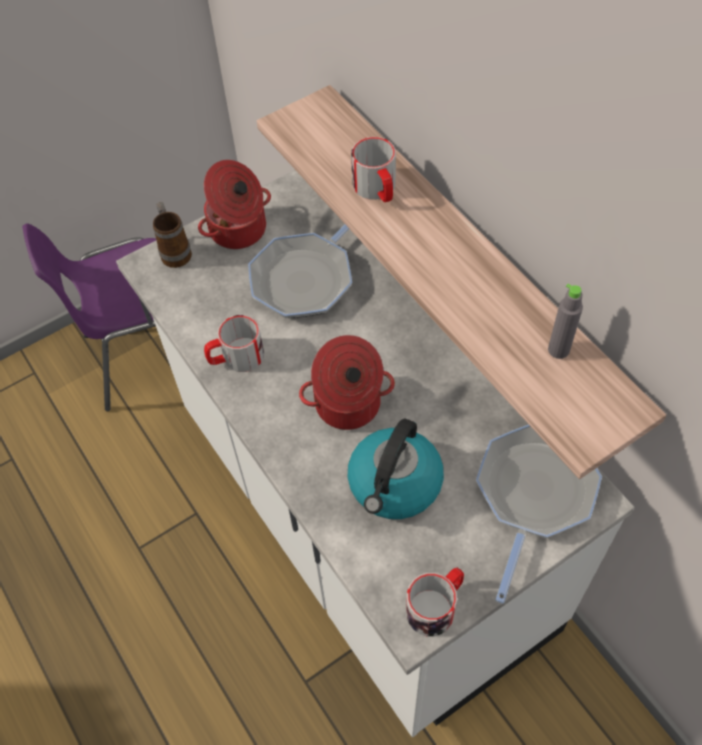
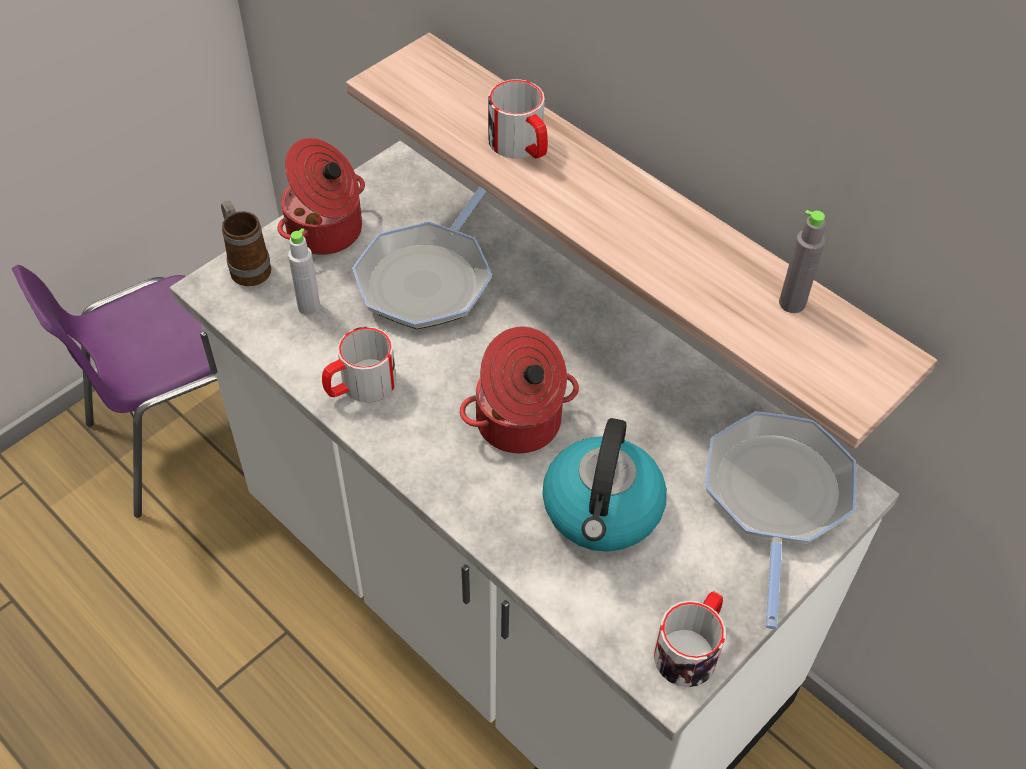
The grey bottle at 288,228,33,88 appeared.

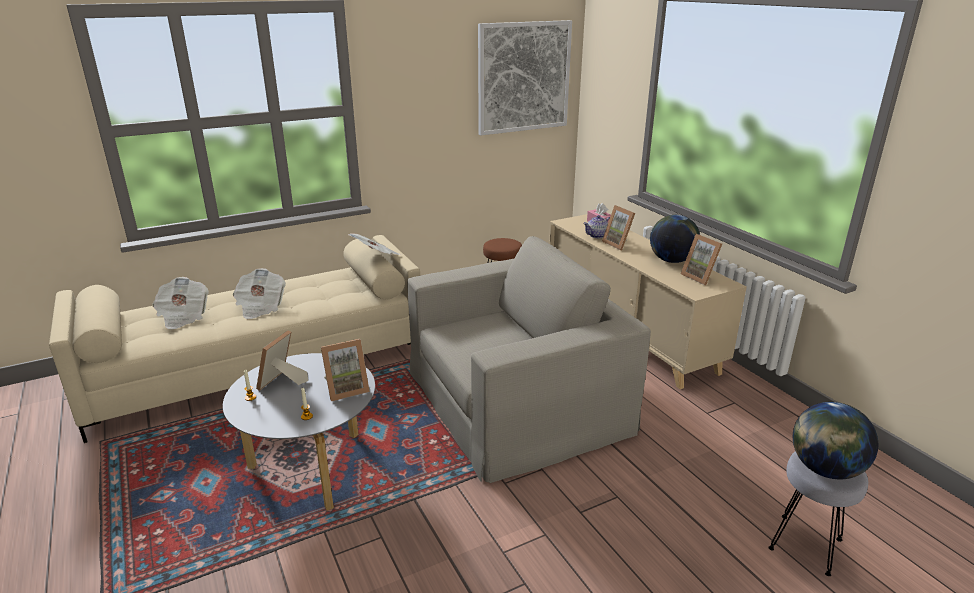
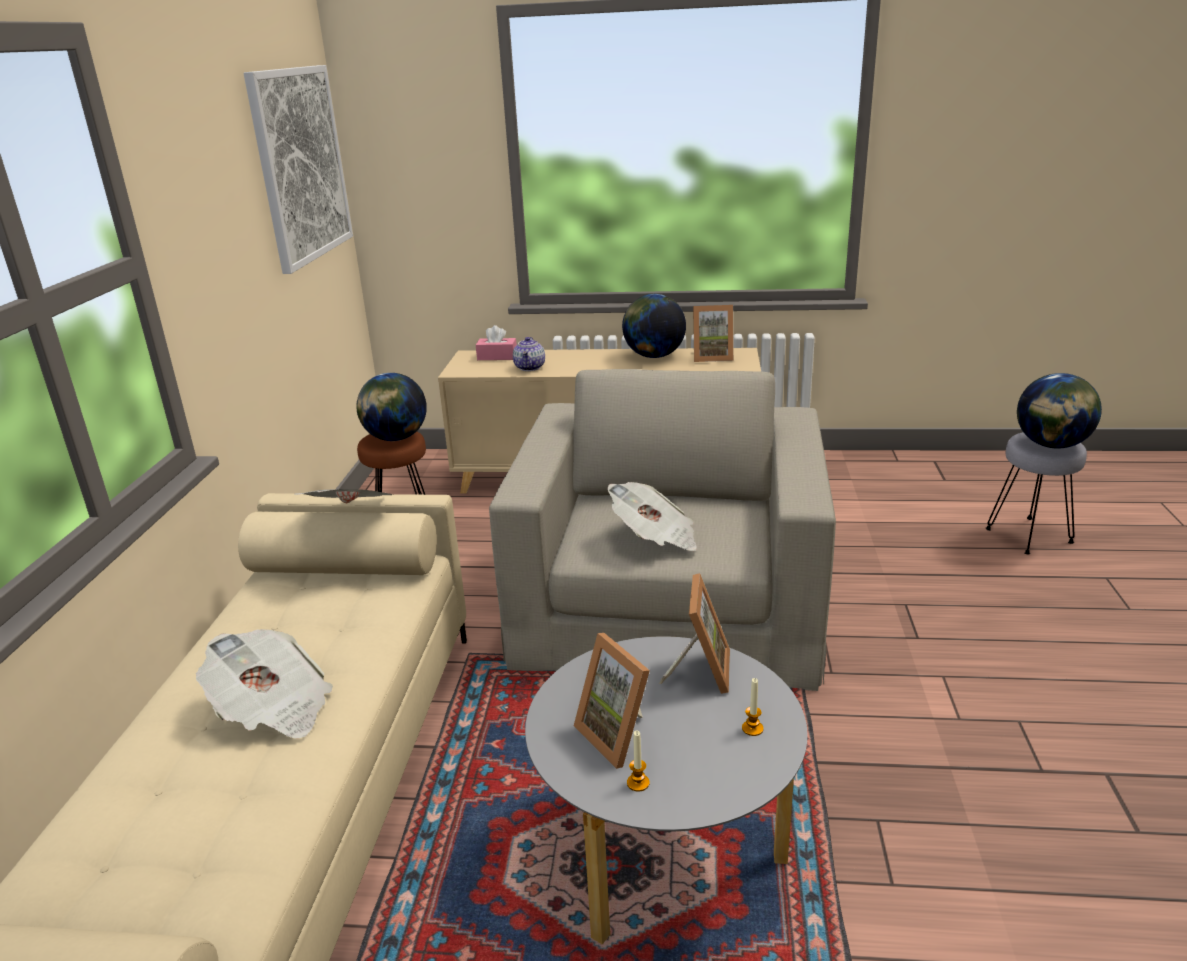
The picture frame at 602,205,33,45 disappeared.
The globe at 356,373,71,68 appeared.
The newspaper moved from 153,277,56,53 to 607,482,90,69.

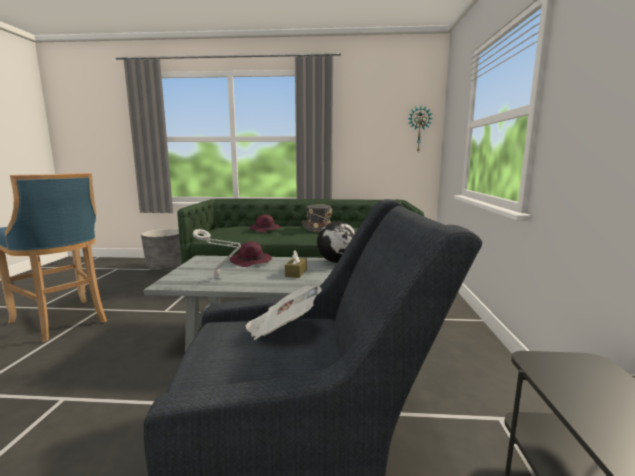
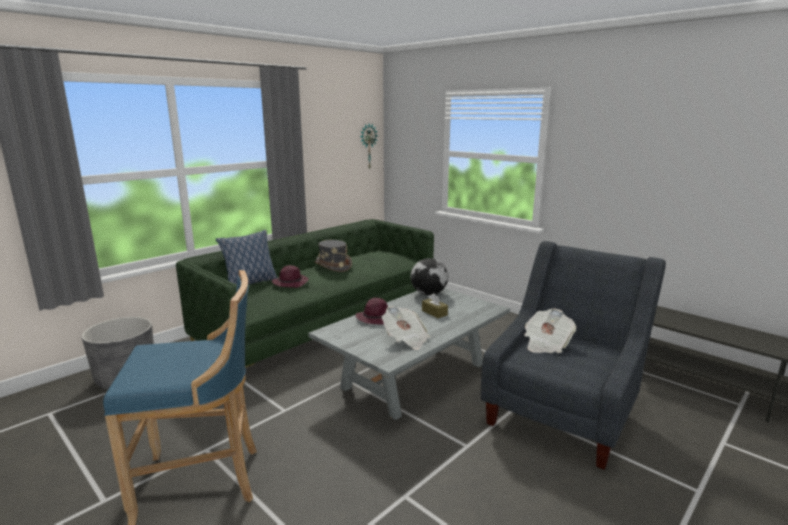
The pillow at 216,230,62,55 appeared.
The grey table lamp at 193,229,48,50 was replaced by the newspaper at 382,306,48,44.

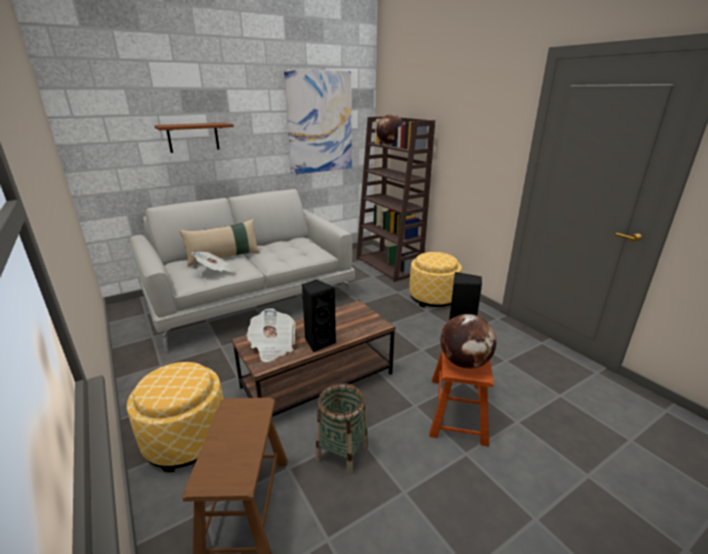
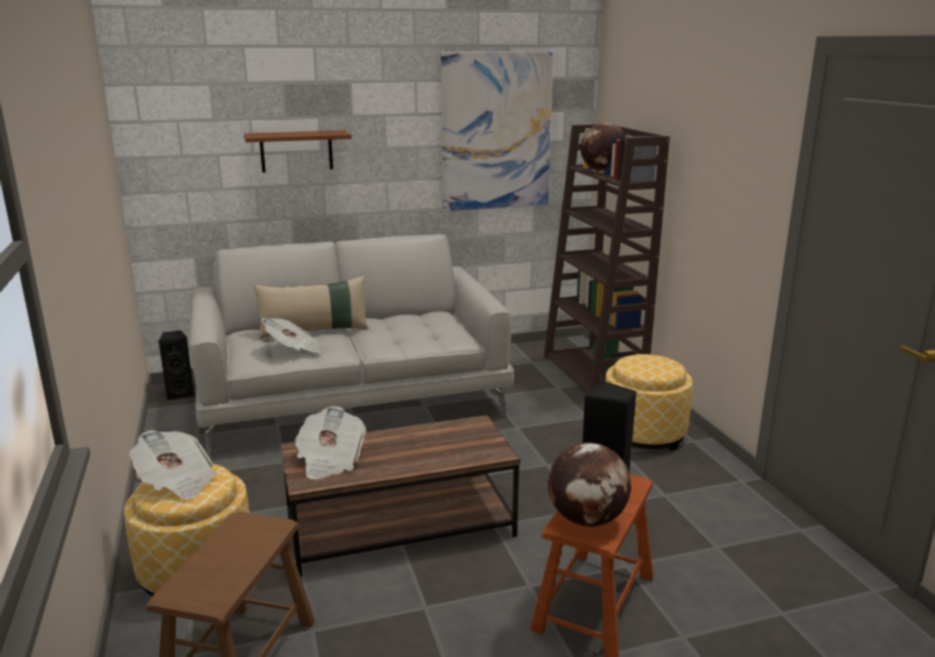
The basket at 316,383,52,92 disappeared.
The newspaper at 129,430,88,70 appeared.
The black speaker moved from 302,280,34,72 to 159,330,36,70.

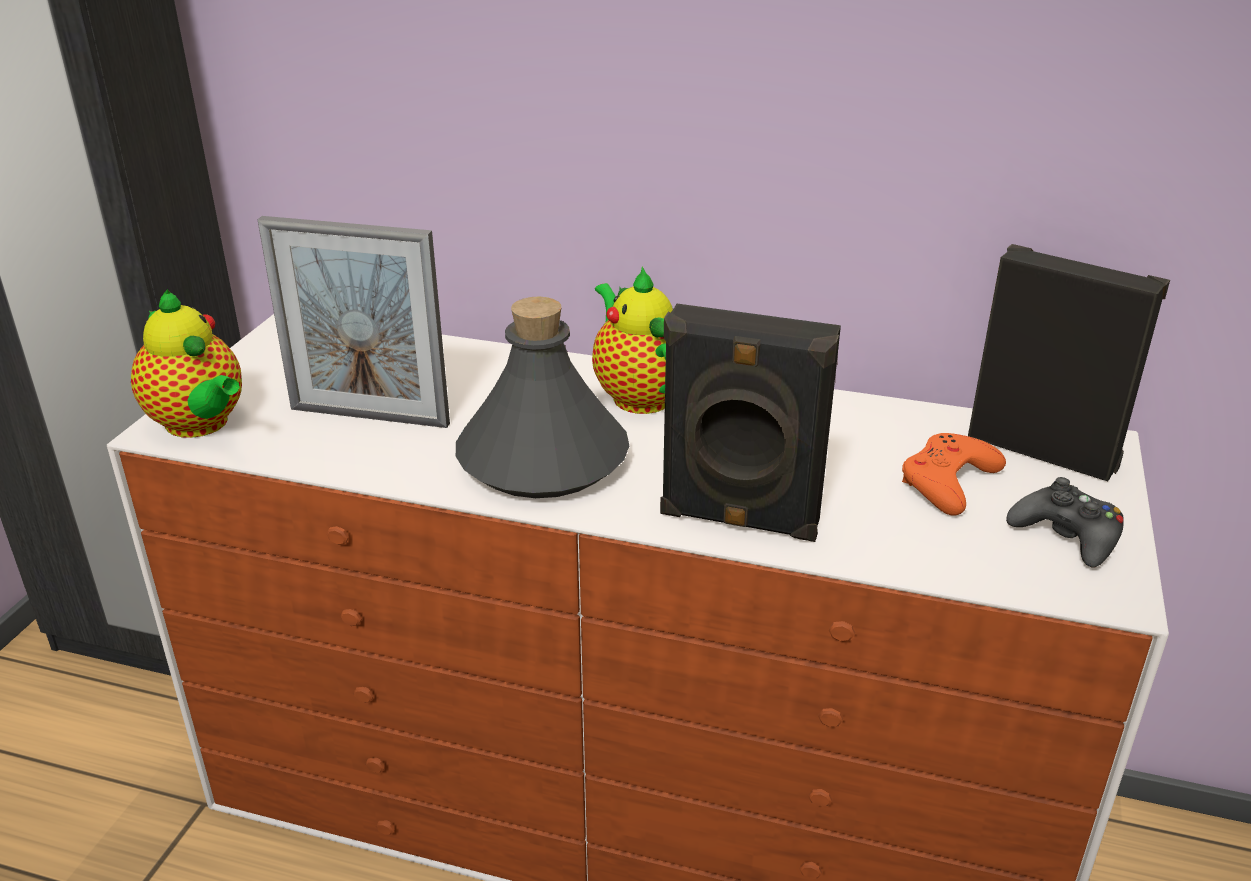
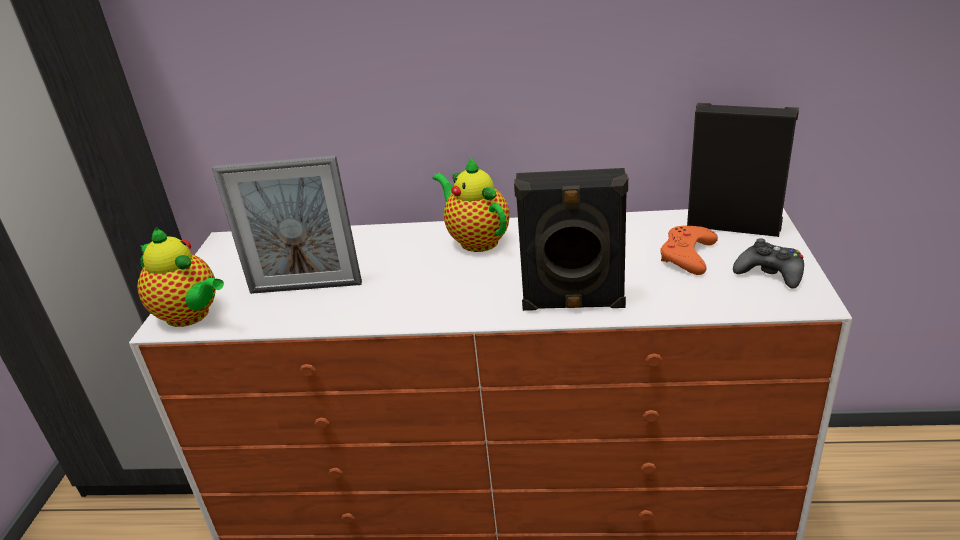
The grey bottle at 456,297,173,201 disappeared.

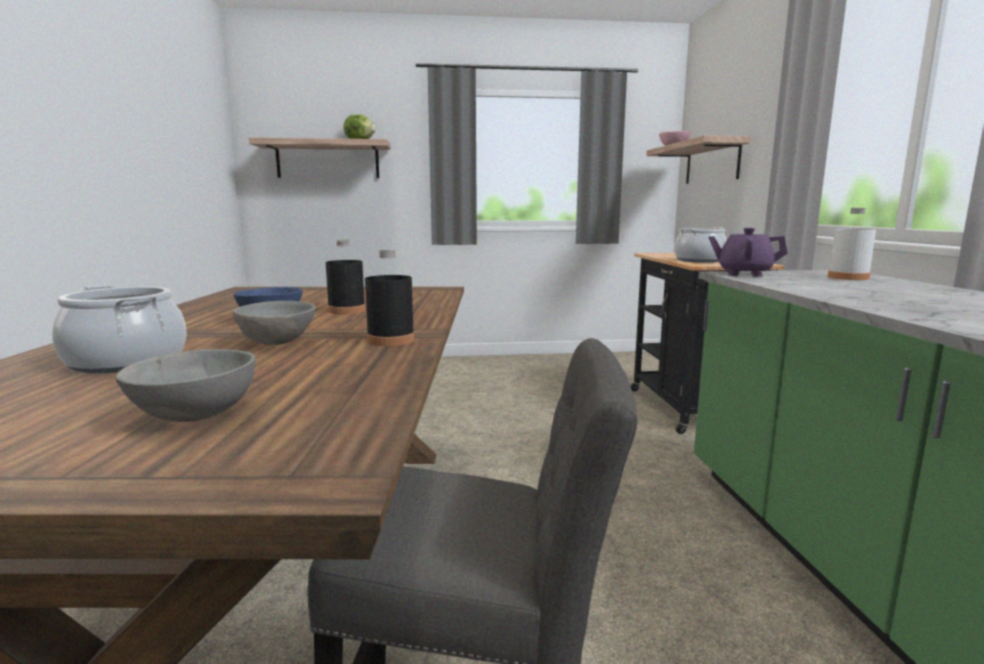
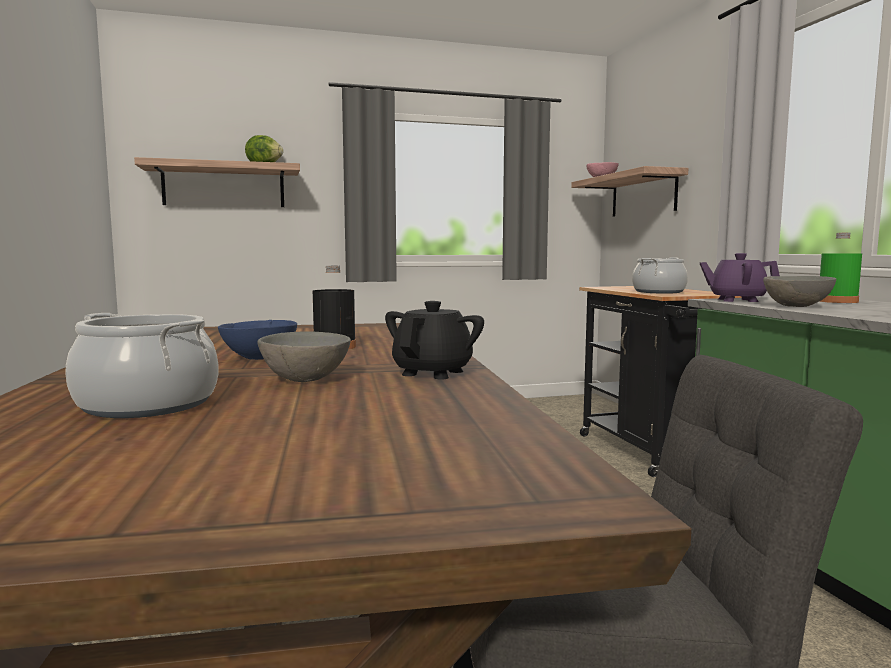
The grey bowl moved from 116,349,140,73 to 763,276,73,31.
The black bottle at 365,249,50,97 was replaced by the black teapot at 385,301,99,78.
The white bottle at 828,208,48,72 became the green bottle at 819,233,43,70.

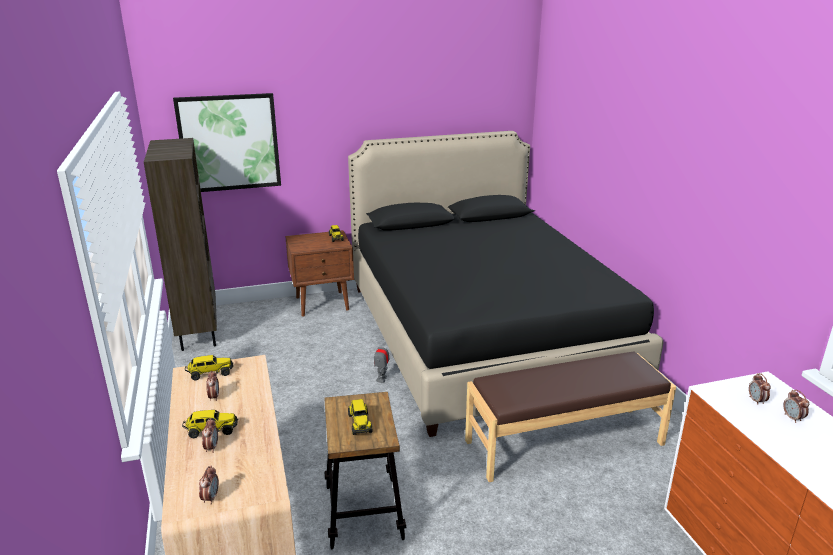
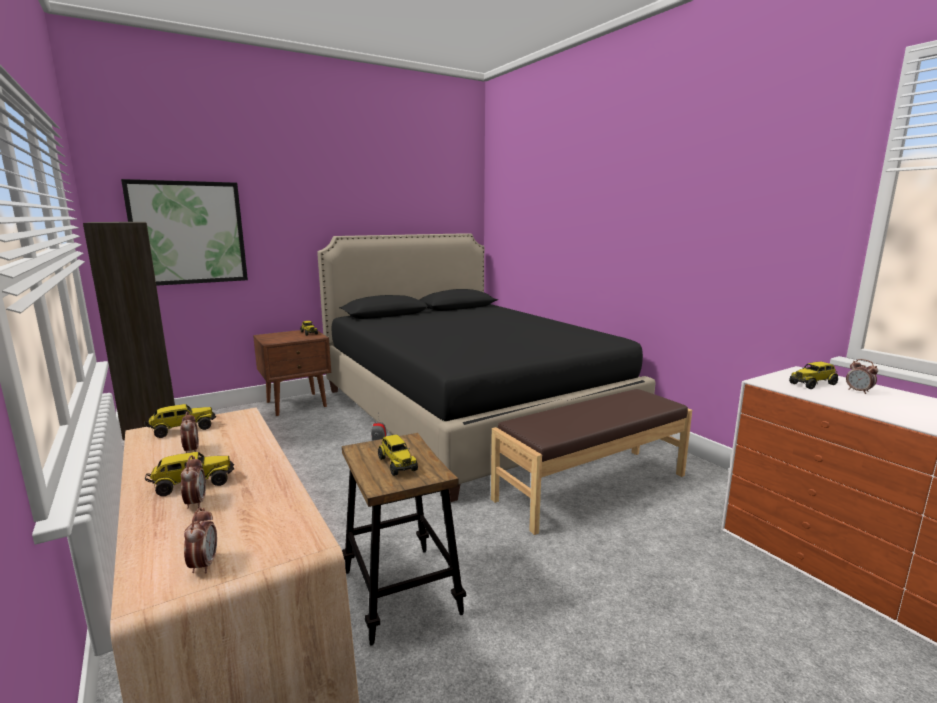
The alarm clock at 749,373,22,32 was replaced by the toy truck at 789,362,49,27.

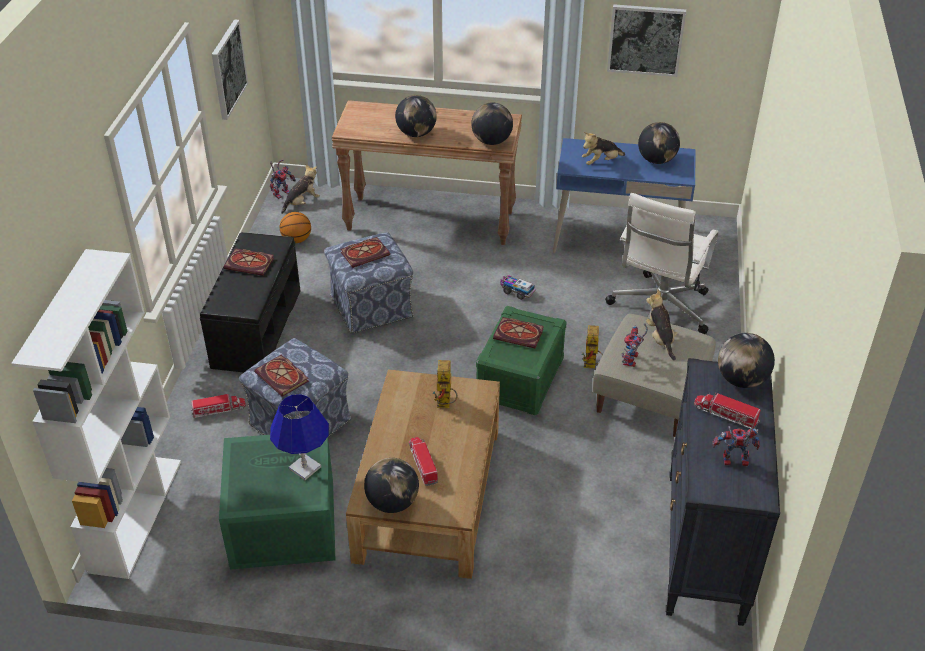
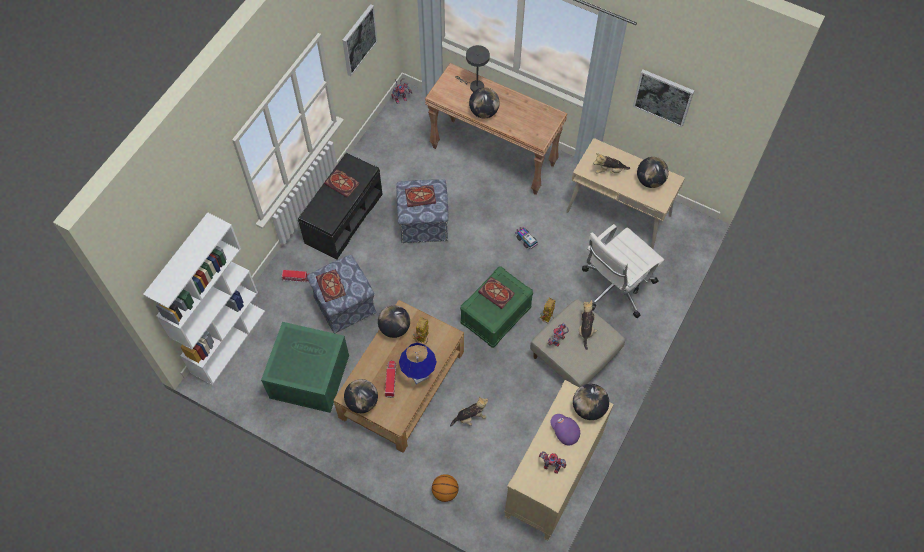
The grey table lamp at 455,45,35,47 appeared.
The blue table lamp moved from 270,394,59,86 to 399,343,38,42.
The basketball moved from 280,212,31,31 to 432,474,27,28.
The plush toy moved from 281,164,39,50 to 450,396,38,30.
The globe moved from 471,103,42,42 to 378,305,32,33.
The toy truck at 694,392,67,37 was replaced by the purple cap at 550,414,30,32.
The blue desk at 553,138,143,115 became the beige desk at 566,138,119,111.
The black dresser at 666,358,114,268 became the beige dresser at 504,380,110,161.

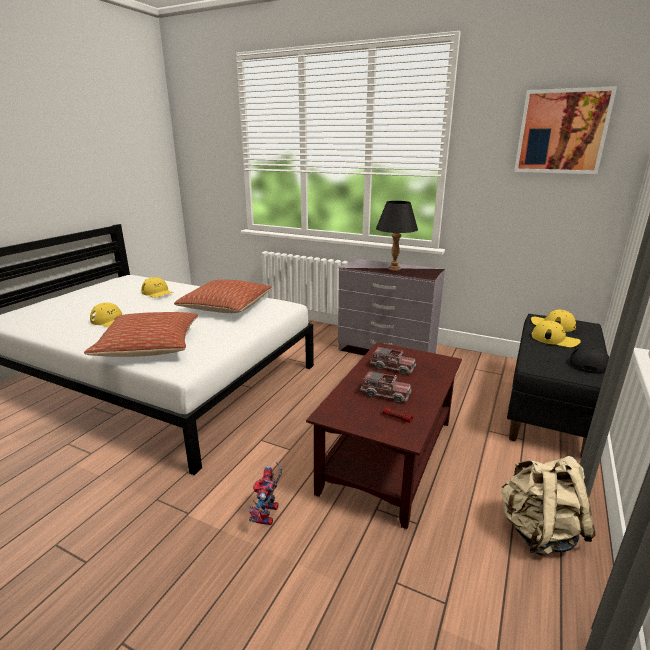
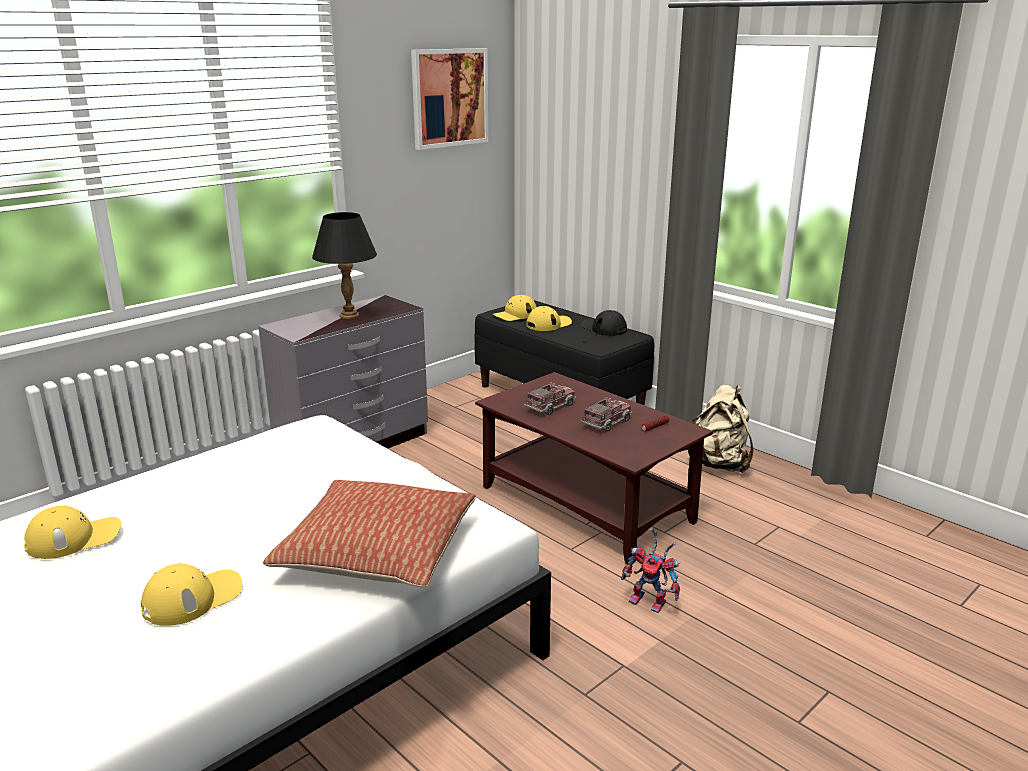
The pillow at 174,280,98,33 disappeared.

